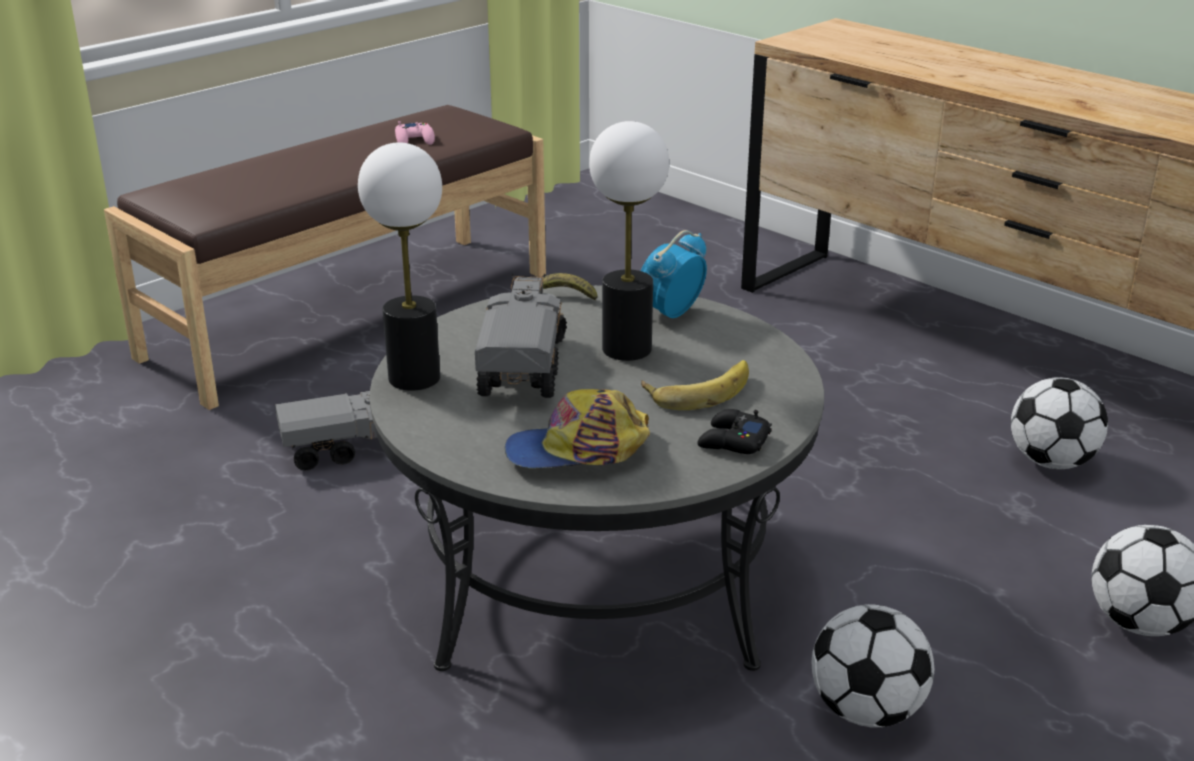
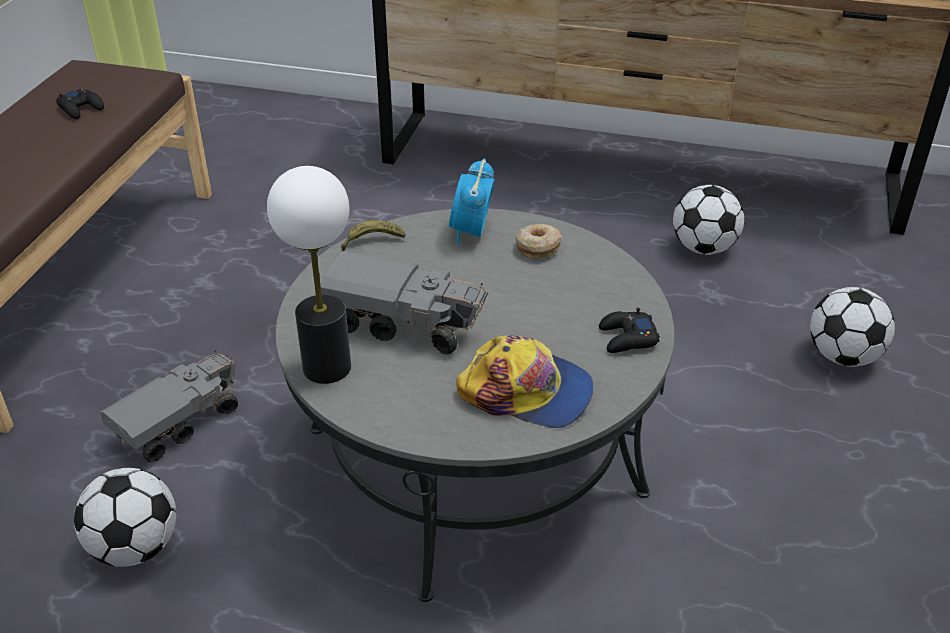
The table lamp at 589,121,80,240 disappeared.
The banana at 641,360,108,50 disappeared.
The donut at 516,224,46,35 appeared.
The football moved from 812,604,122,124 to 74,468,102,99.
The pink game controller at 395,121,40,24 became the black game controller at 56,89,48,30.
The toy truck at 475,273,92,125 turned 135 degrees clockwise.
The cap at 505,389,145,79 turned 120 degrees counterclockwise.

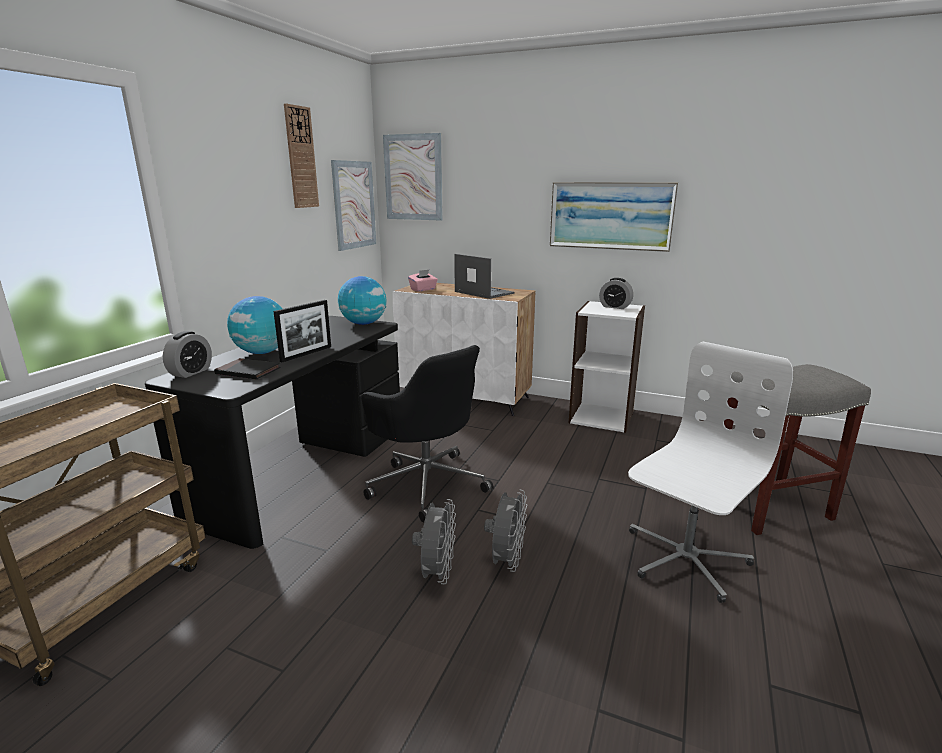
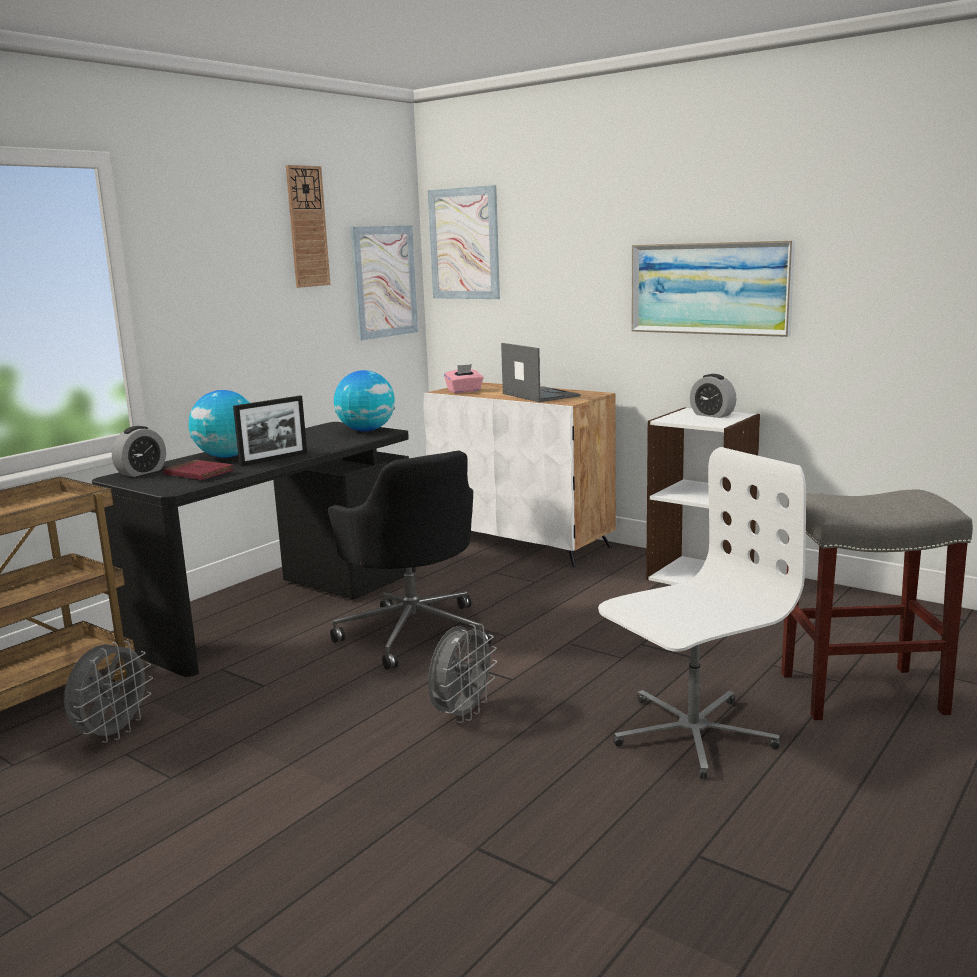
The grey fan moved from 412,499,44,85 to 64,641,89,102.
The black book at 214,358,67,21 became the red book at 164,460,70,20.

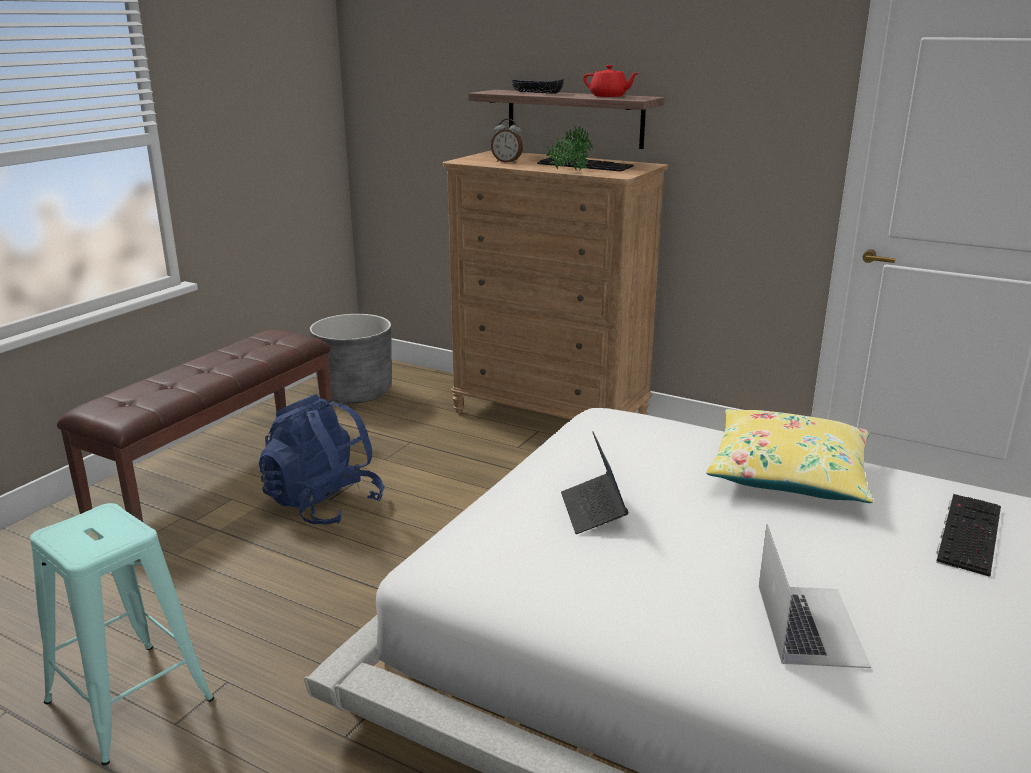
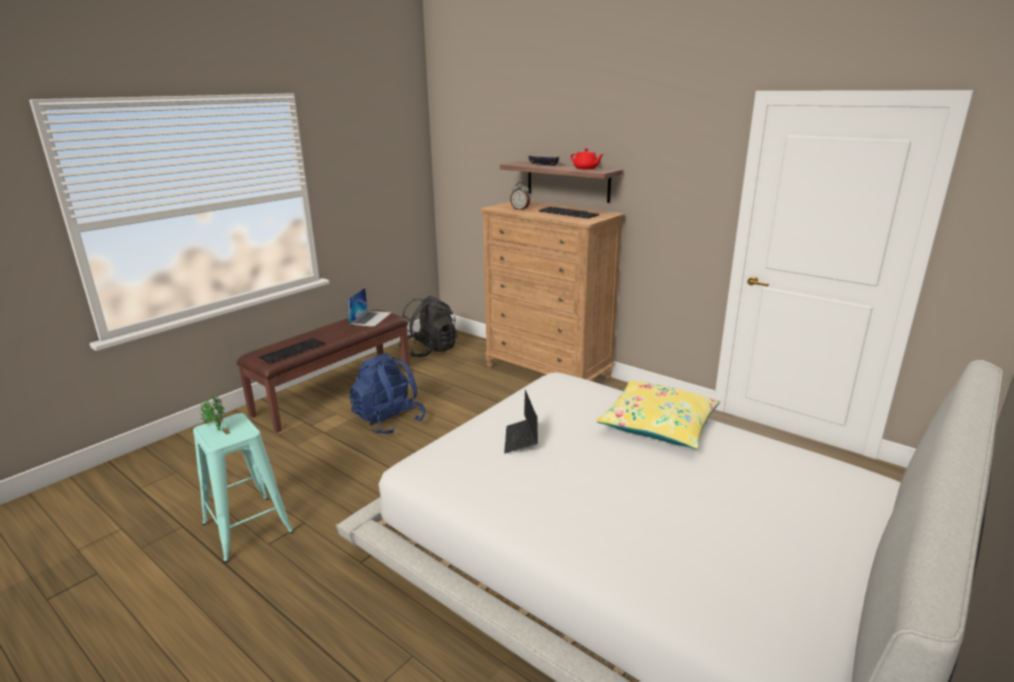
The potted plant moved from 546,126,47,45 to 200,395,25,37.
The laptop moved from 759,524,112,144 to 346,288,46,39.
The keyboard moved from 936,494,65,83 to 259,338,66,26.
The grey planter at 310,314,82,89 was replaced by the black backpack at 399,296,58,61.

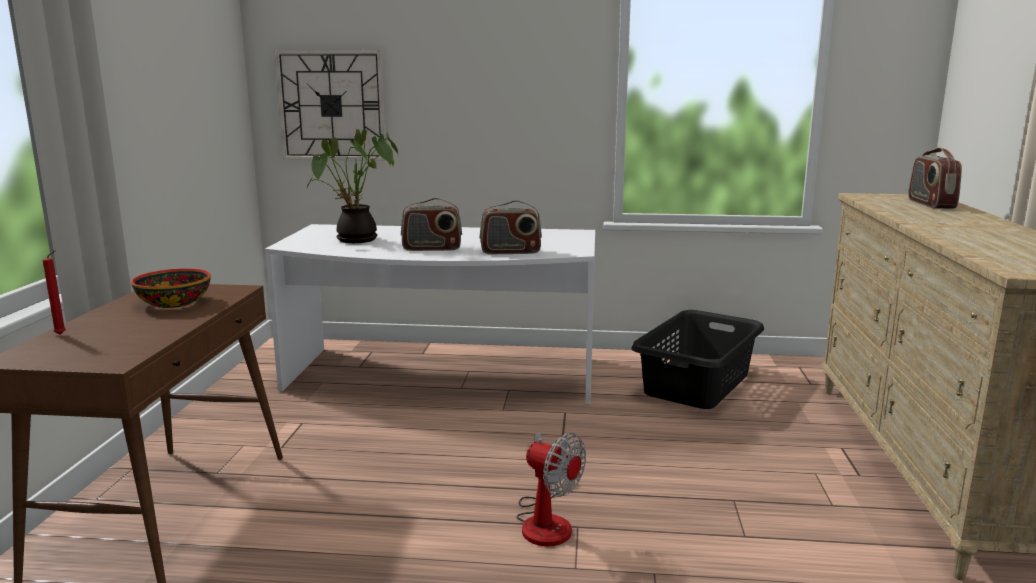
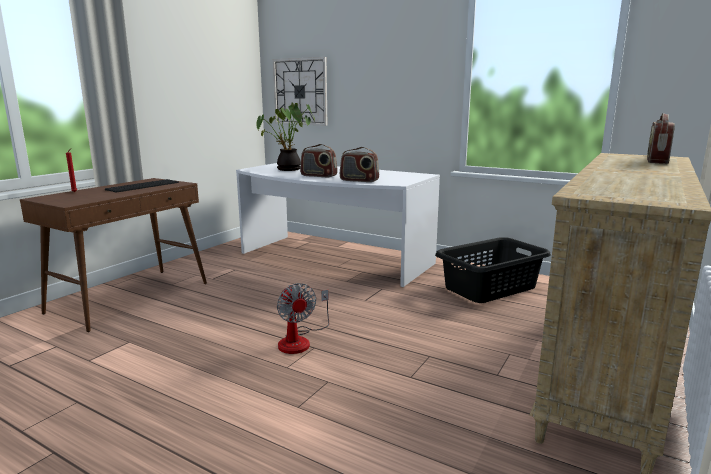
The bowl at 131,268,80,40 was replaced by the keyboard at 105,179,74,14.

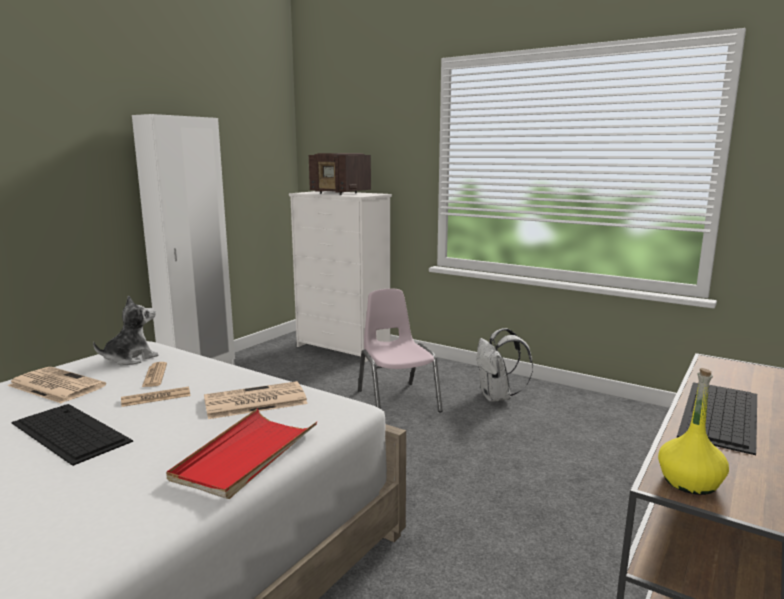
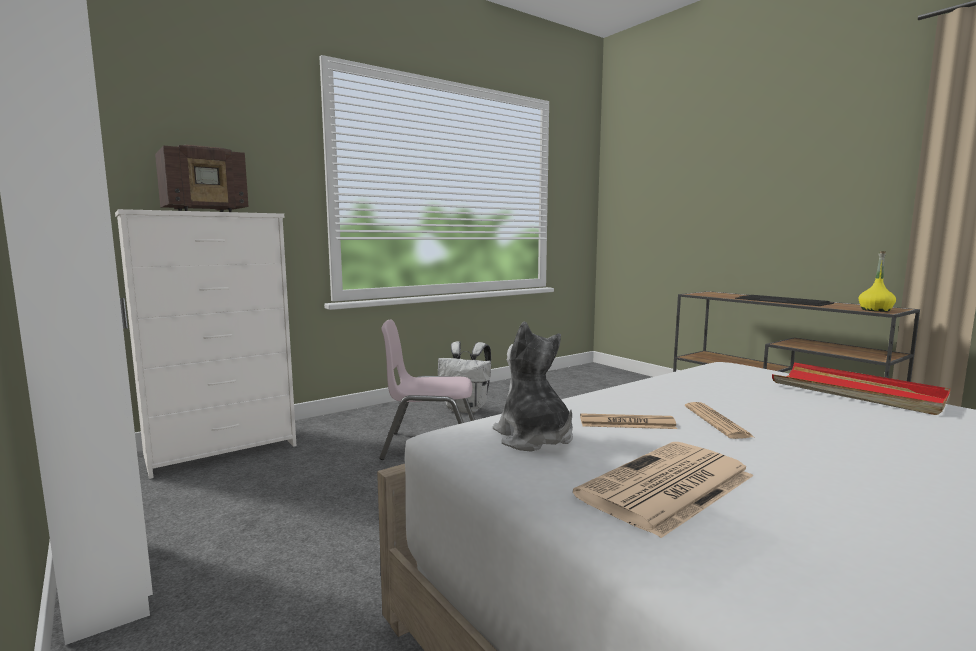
The keyboard at 12,404,121,62 disappeared.
The newspaper at 204,381,104,38 disappeared.

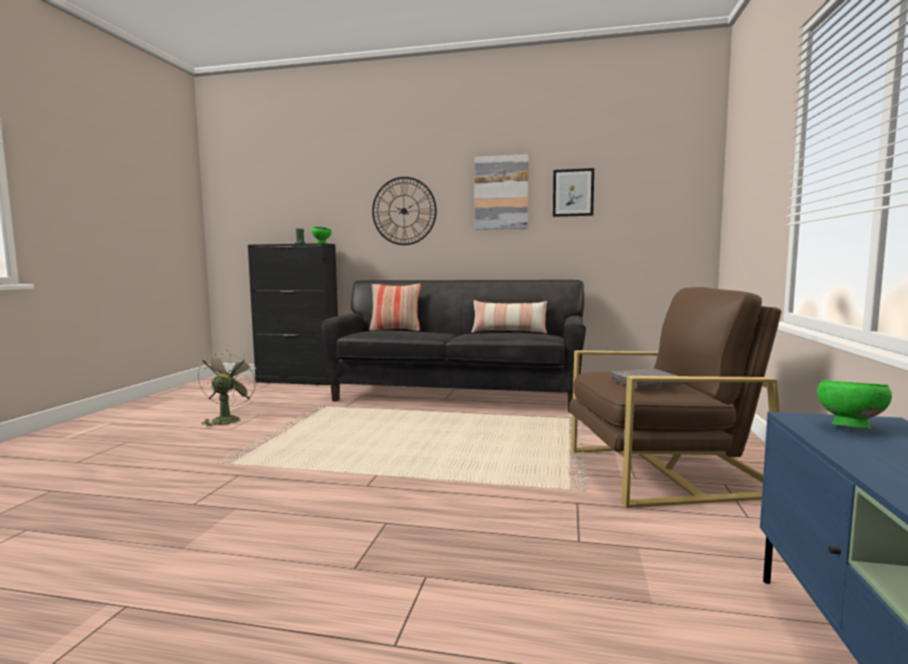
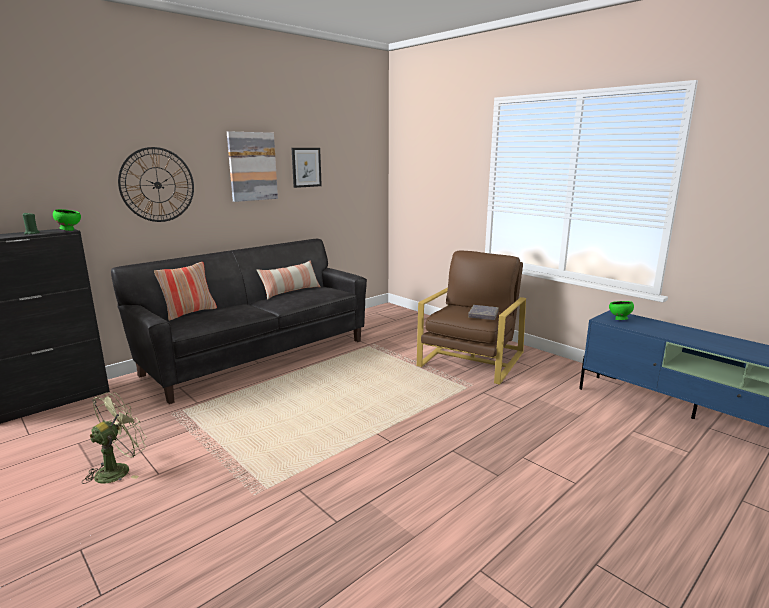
The green fan at 198,351,60,76 turned 90 degrees clockwise.

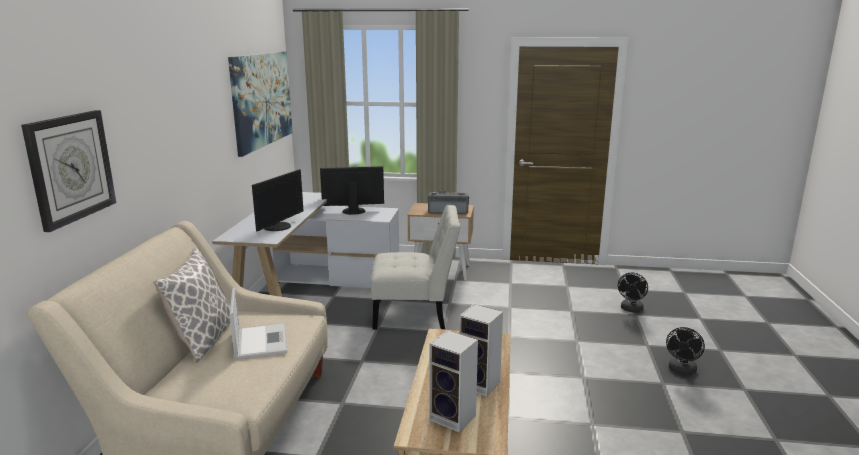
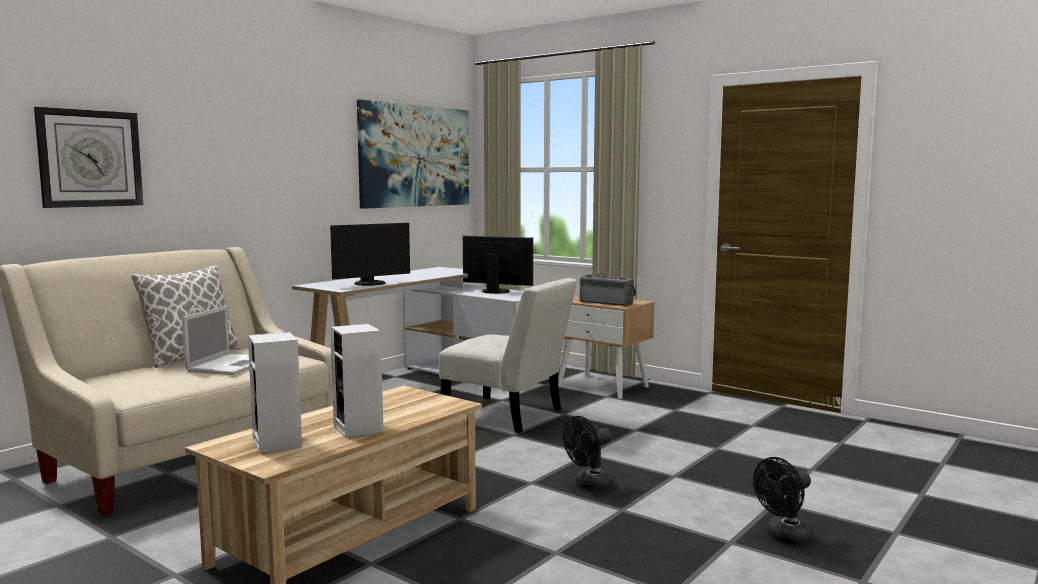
The black fan moved from 618,272,30,41 to 563,416,51,75.

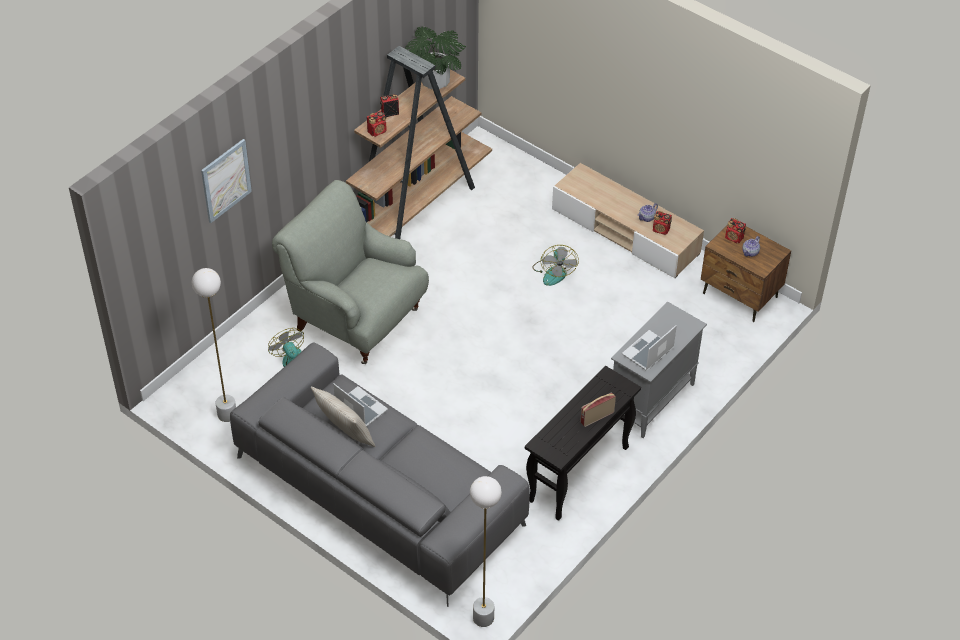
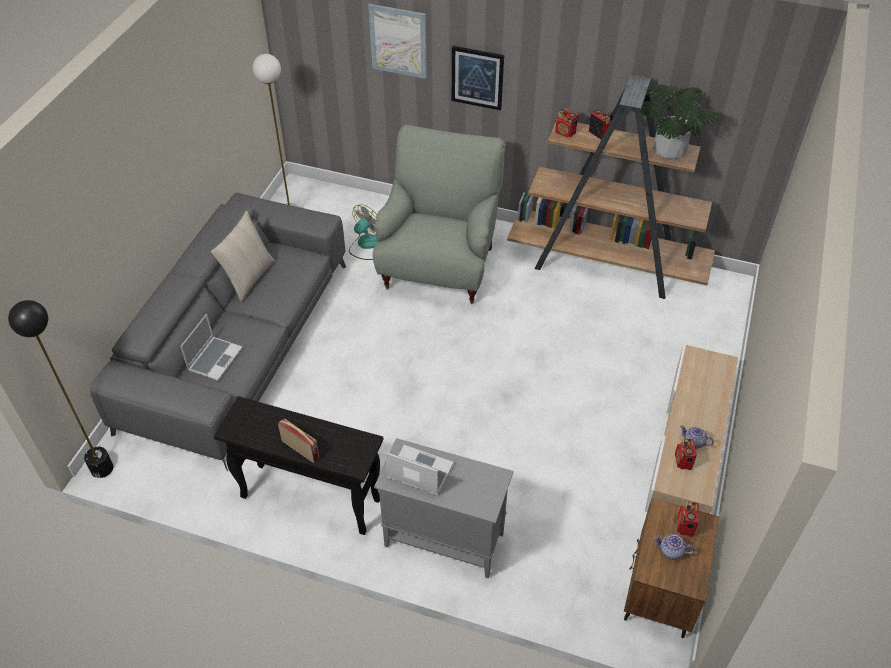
The fan at 532,245,47,41 disappeared.
The picture at 452,46,52,64 appeared.
The laptop moved from 333,384,55,42 to 180,314,63,67.
The white floor lamp at 470,476,32,151 became the black floor lamp at 8,300,105,178.

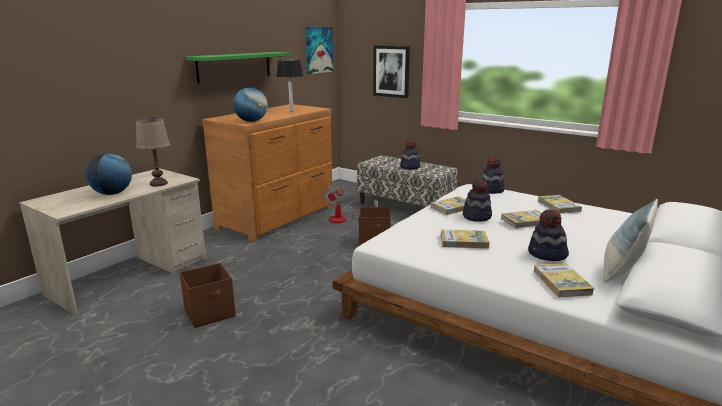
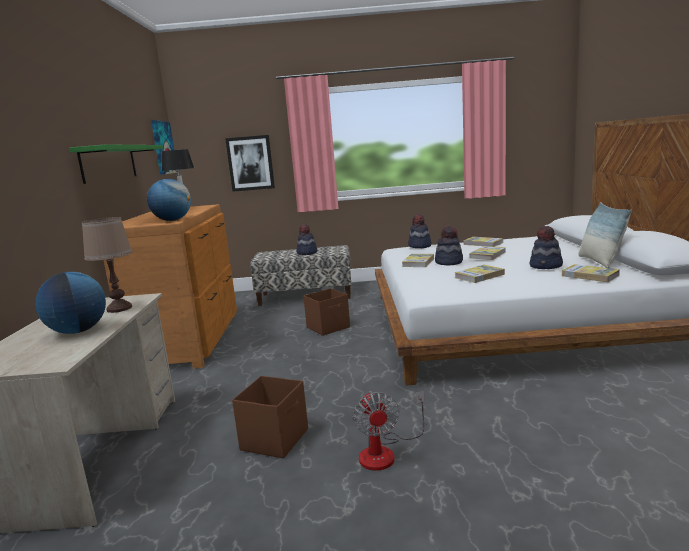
The fan moved from 324,185,54,38 to 353,391,72,80.

